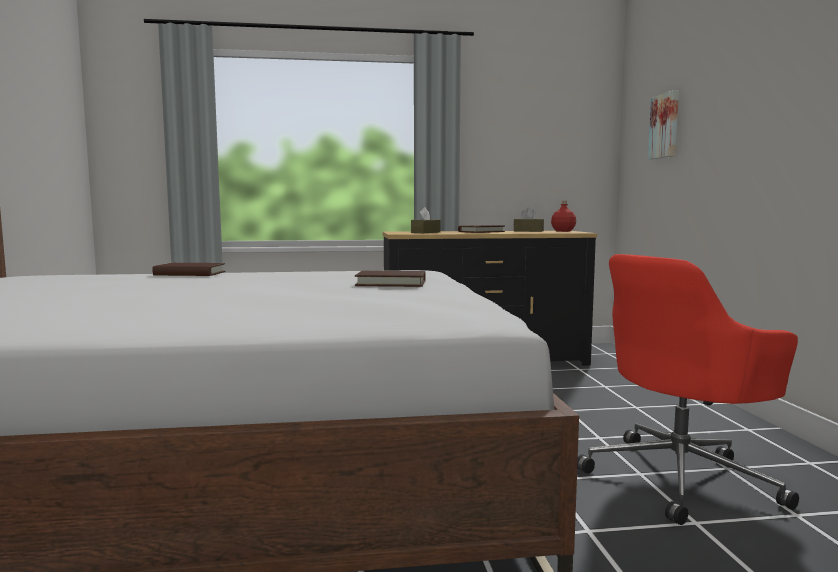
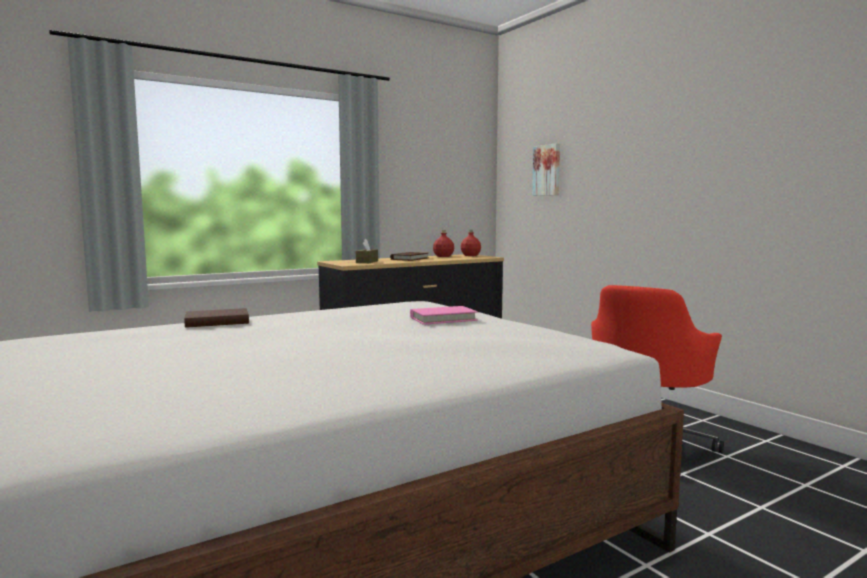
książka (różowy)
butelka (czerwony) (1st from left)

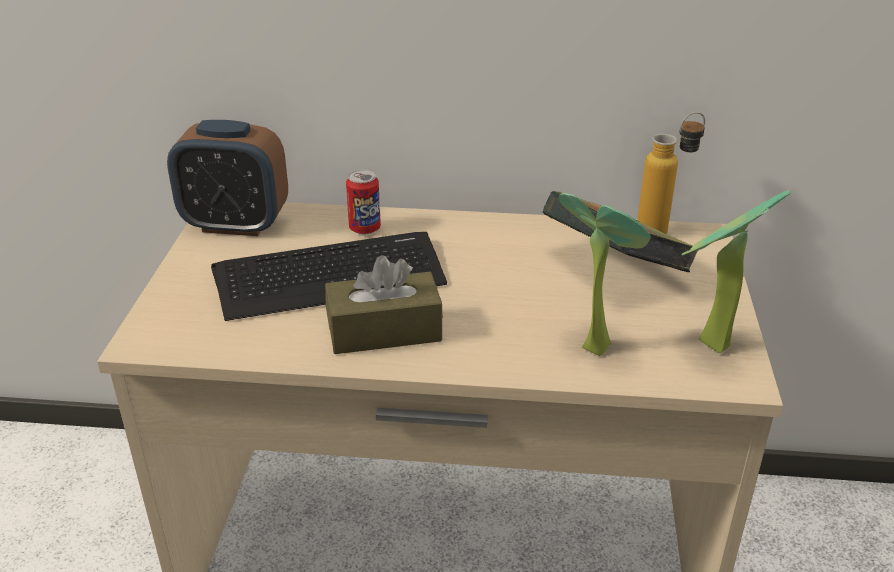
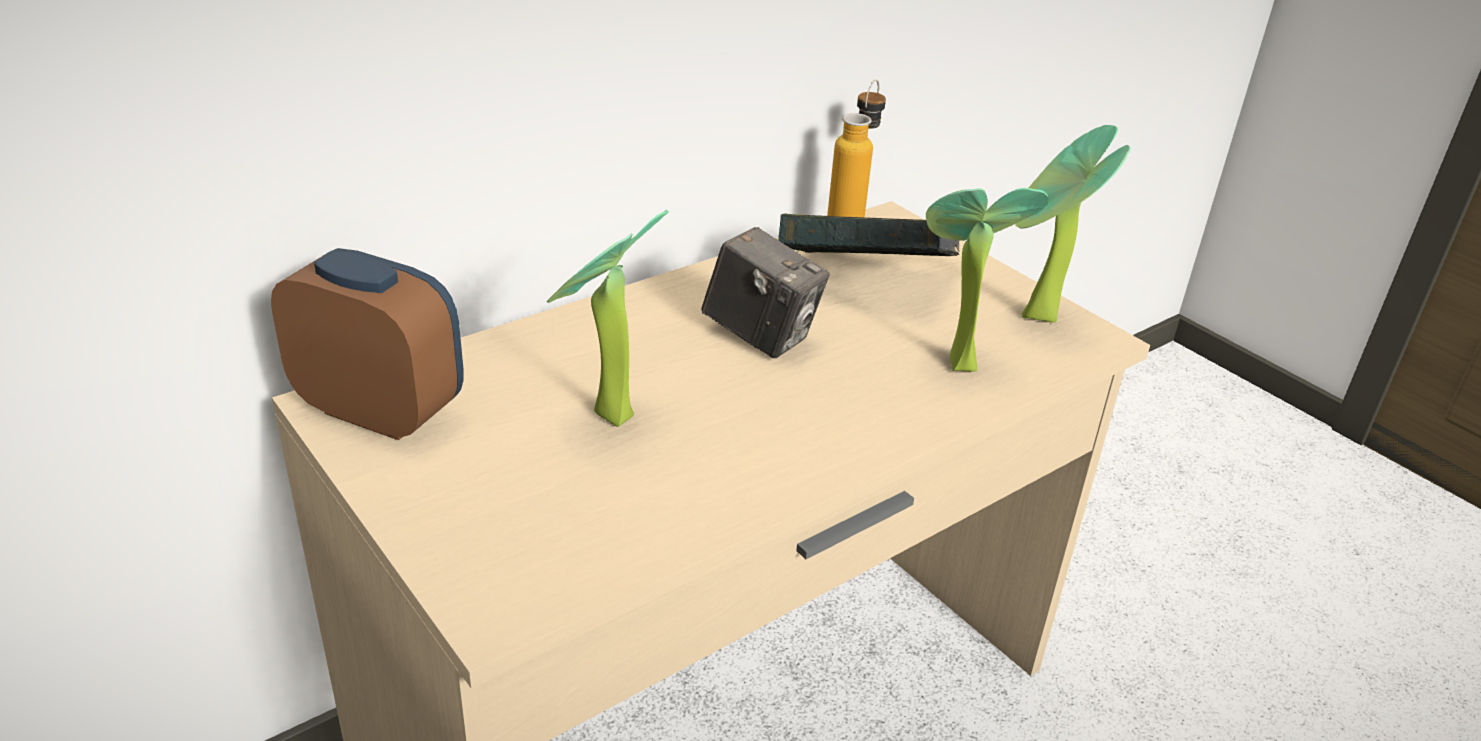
budzik
roślina doniczkowa (1st from left)
aparat fotograficzny
pudełko chusteczek (brązowy)
puszka

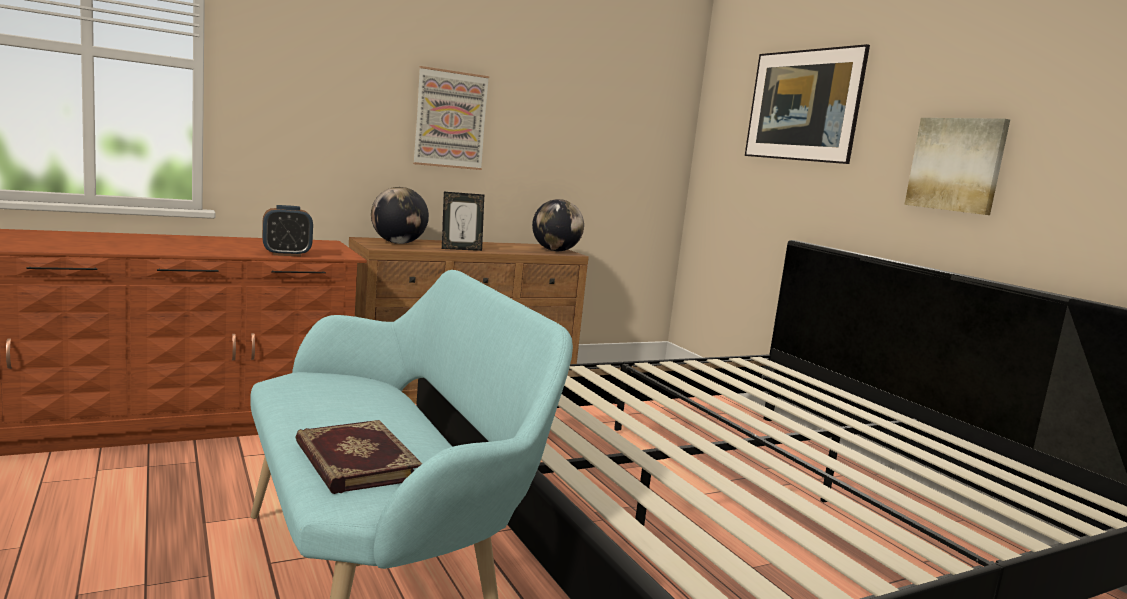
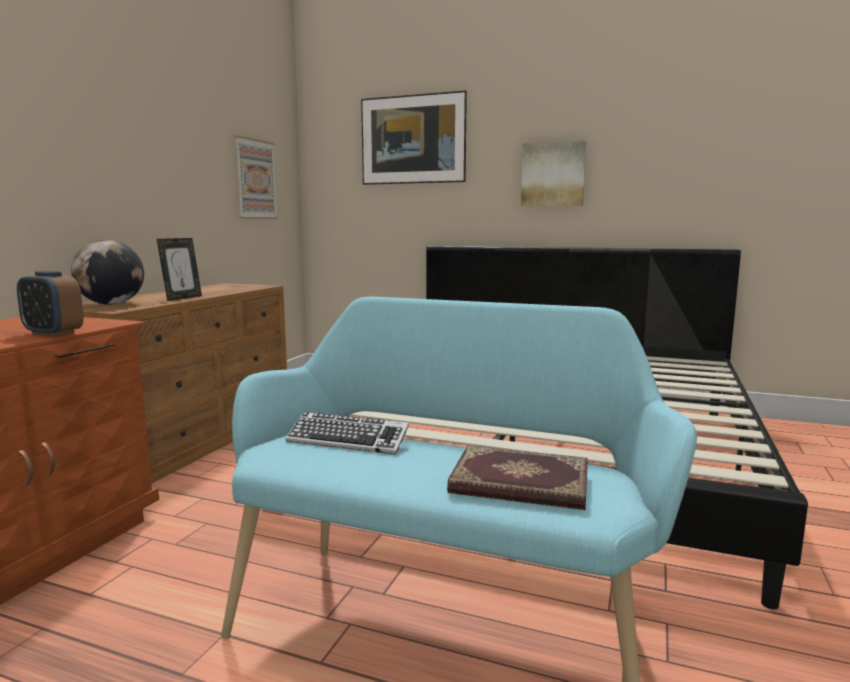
budzik
obraz (1st from left)
klawiatura
globus (2nd from left in the first image)

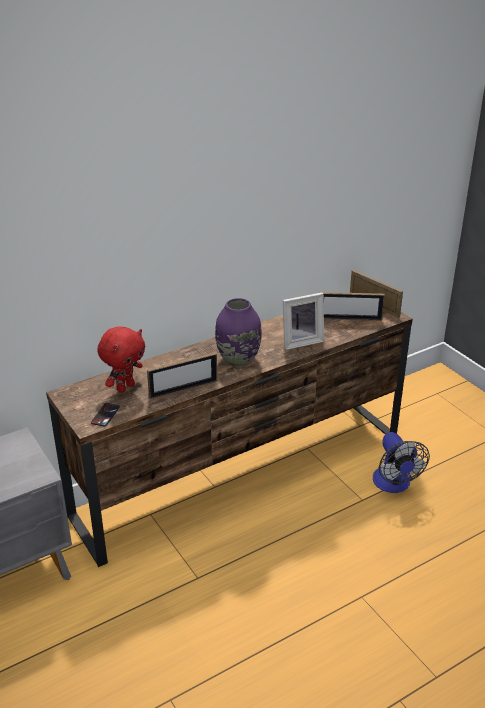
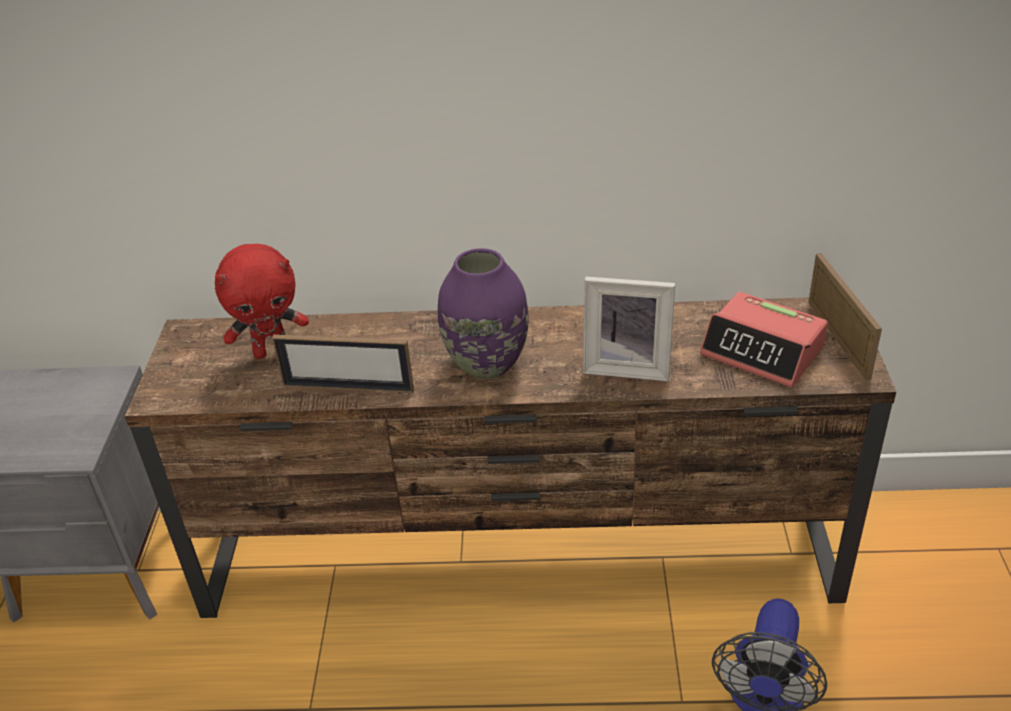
budzik
telefon

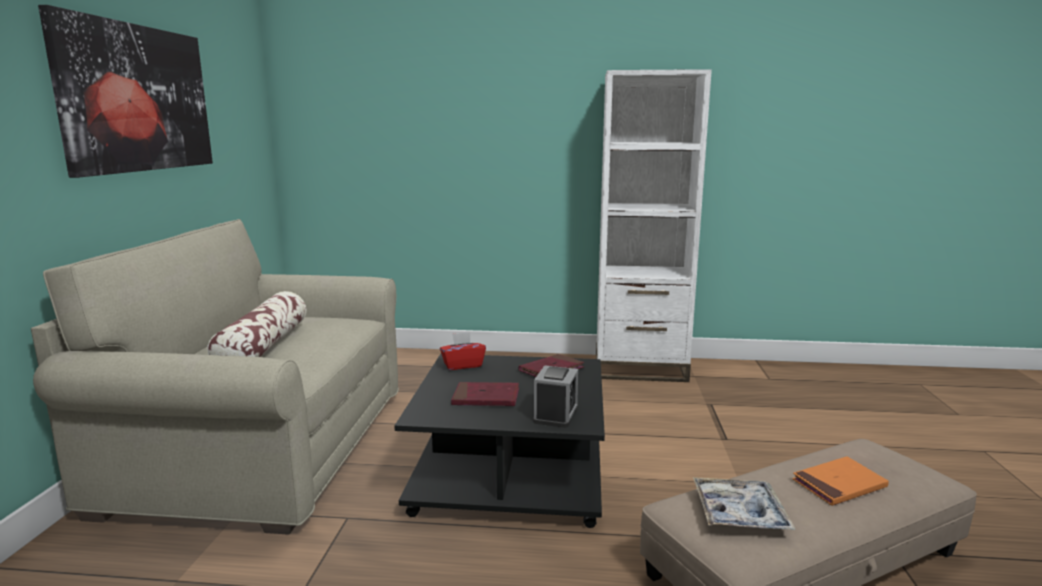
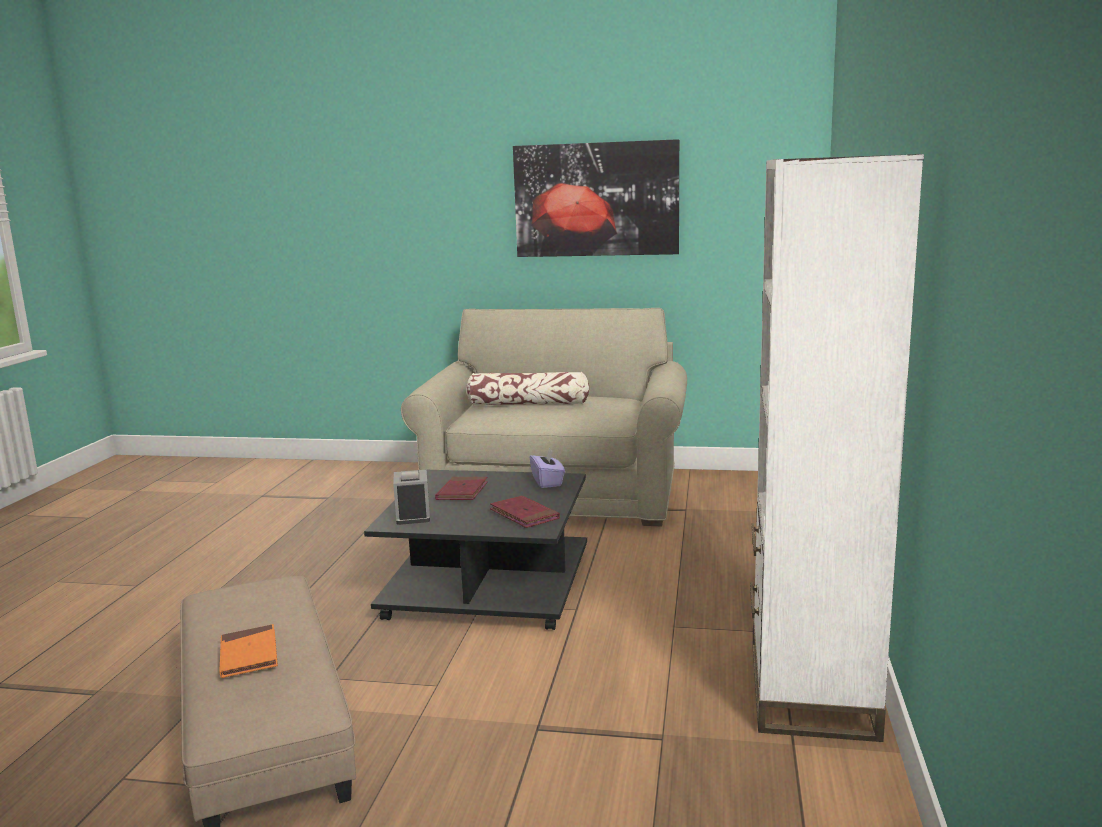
budzik
pudełko chusteczek (fioletowy)
taca

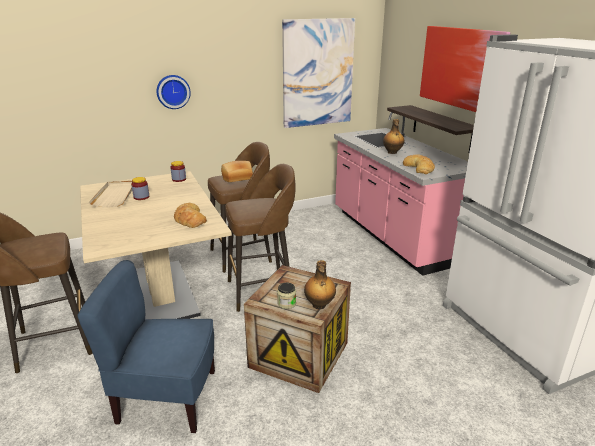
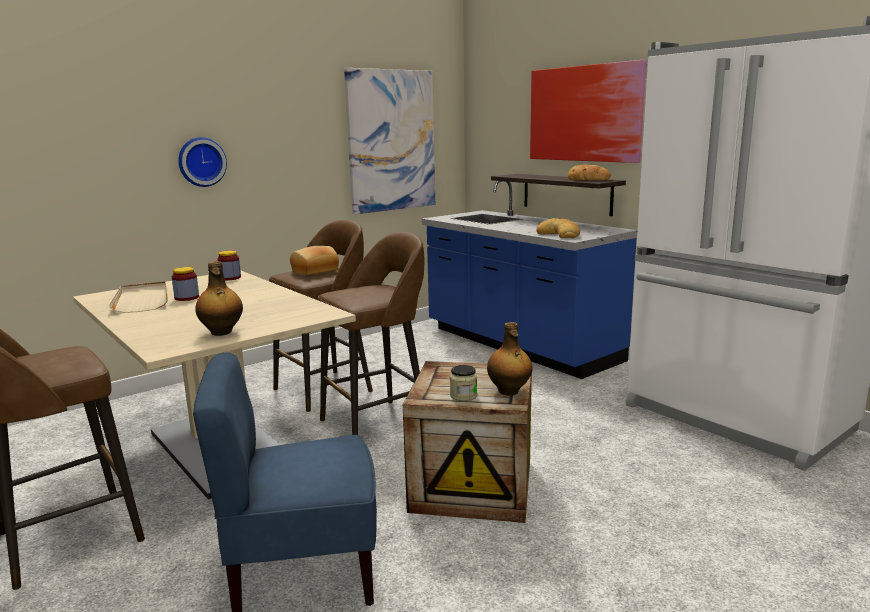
butelka (1st from left)
zabudowa kuchenna (niebieski)
chleb (3rd from left)

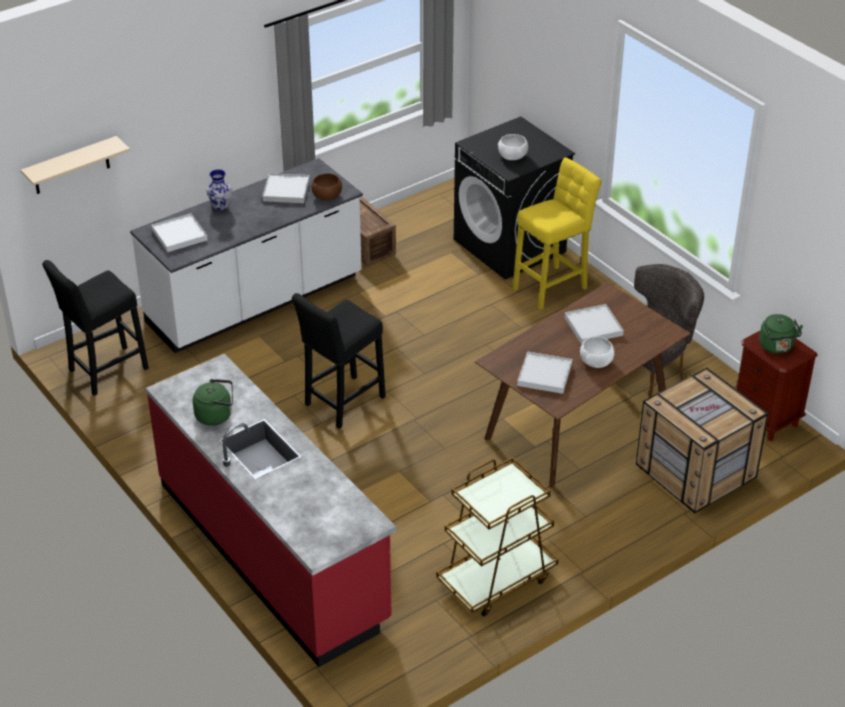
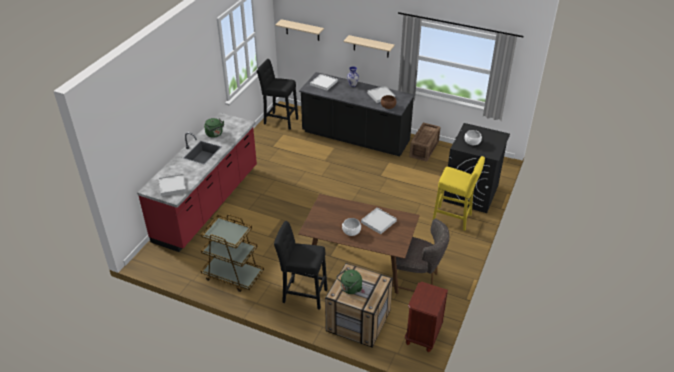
taca (biały) (1st from left)
stołek (czarny) (2nd from left)
zabudowa kuchenna (czarny)
czajnik (zielony) (2nd from left)
półka (beżowy) (2nd from left)

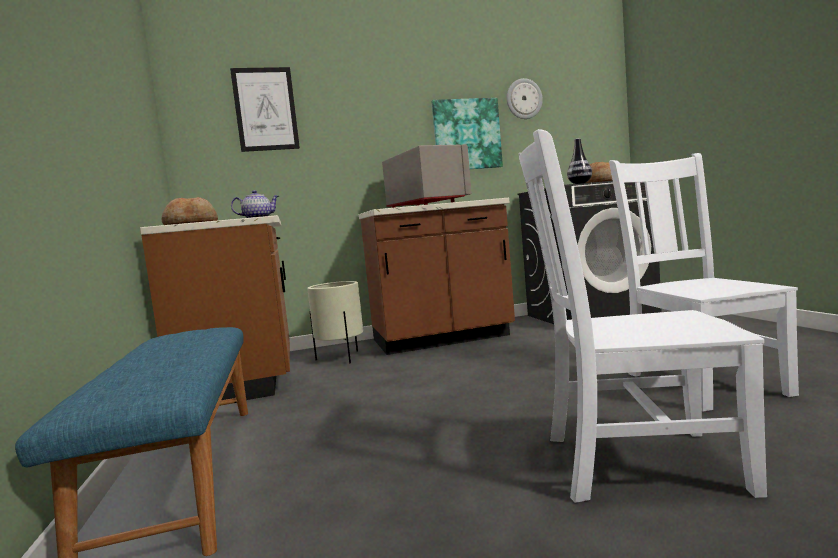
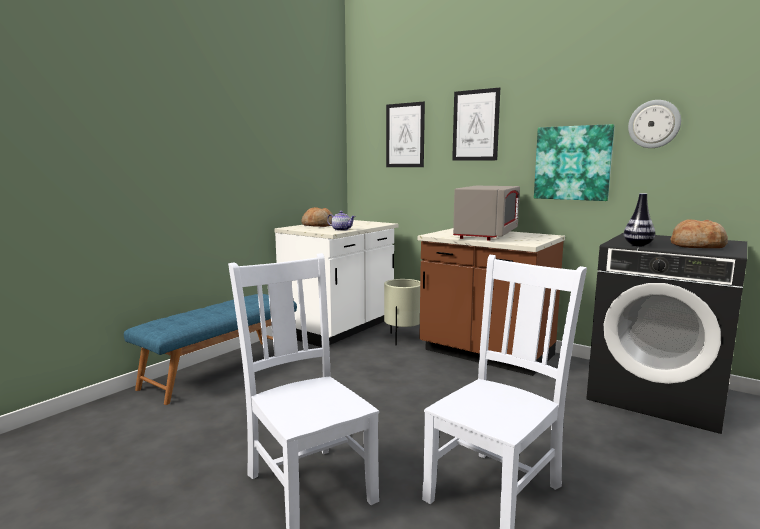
zabudowa kuchenna (biały)
obraz (2nd from left)

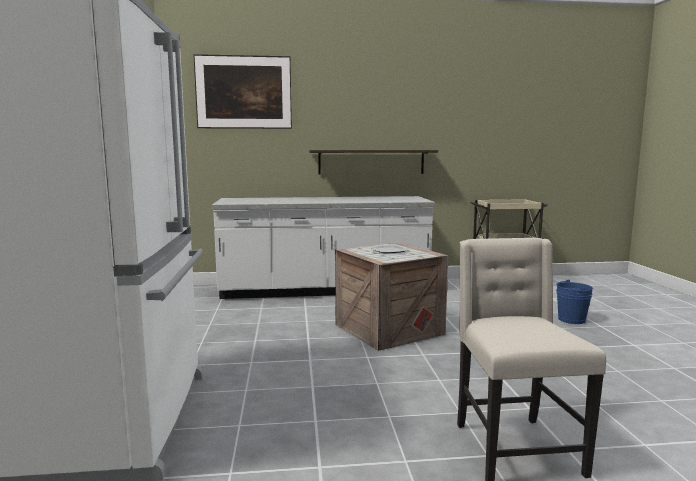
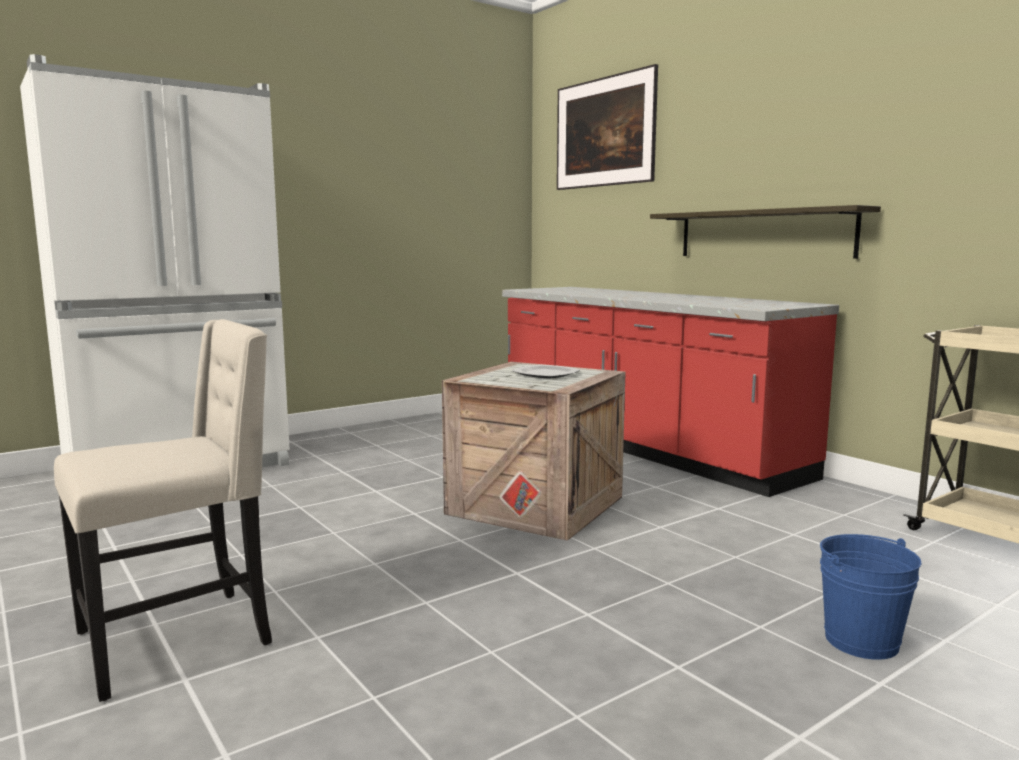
zabudowa kuchenna (czerwony)

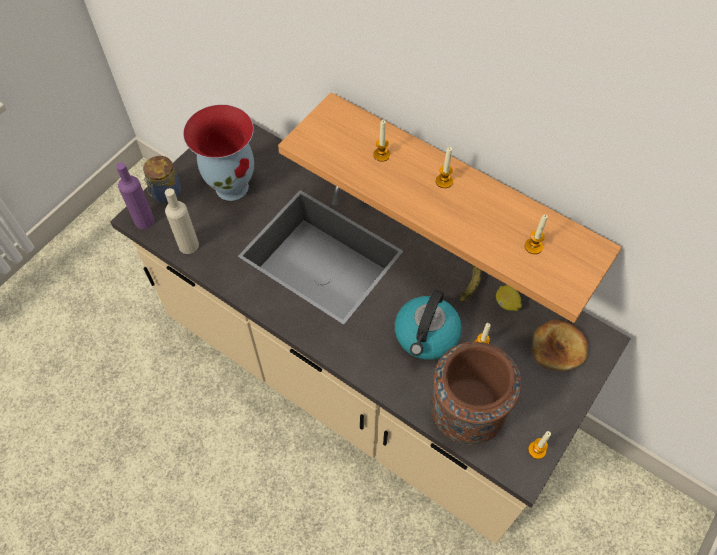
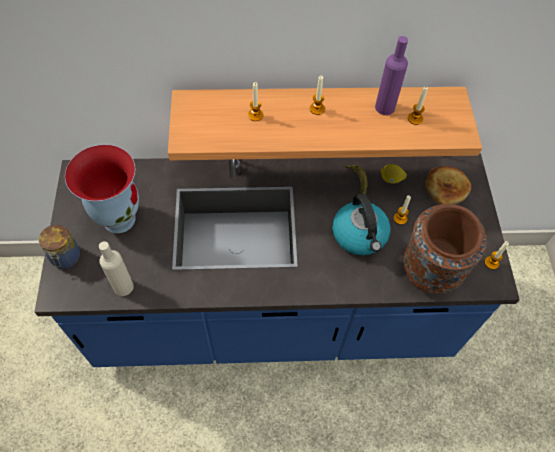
zabudowa kuchenna (niebieski)
butelka (fioletowy)

